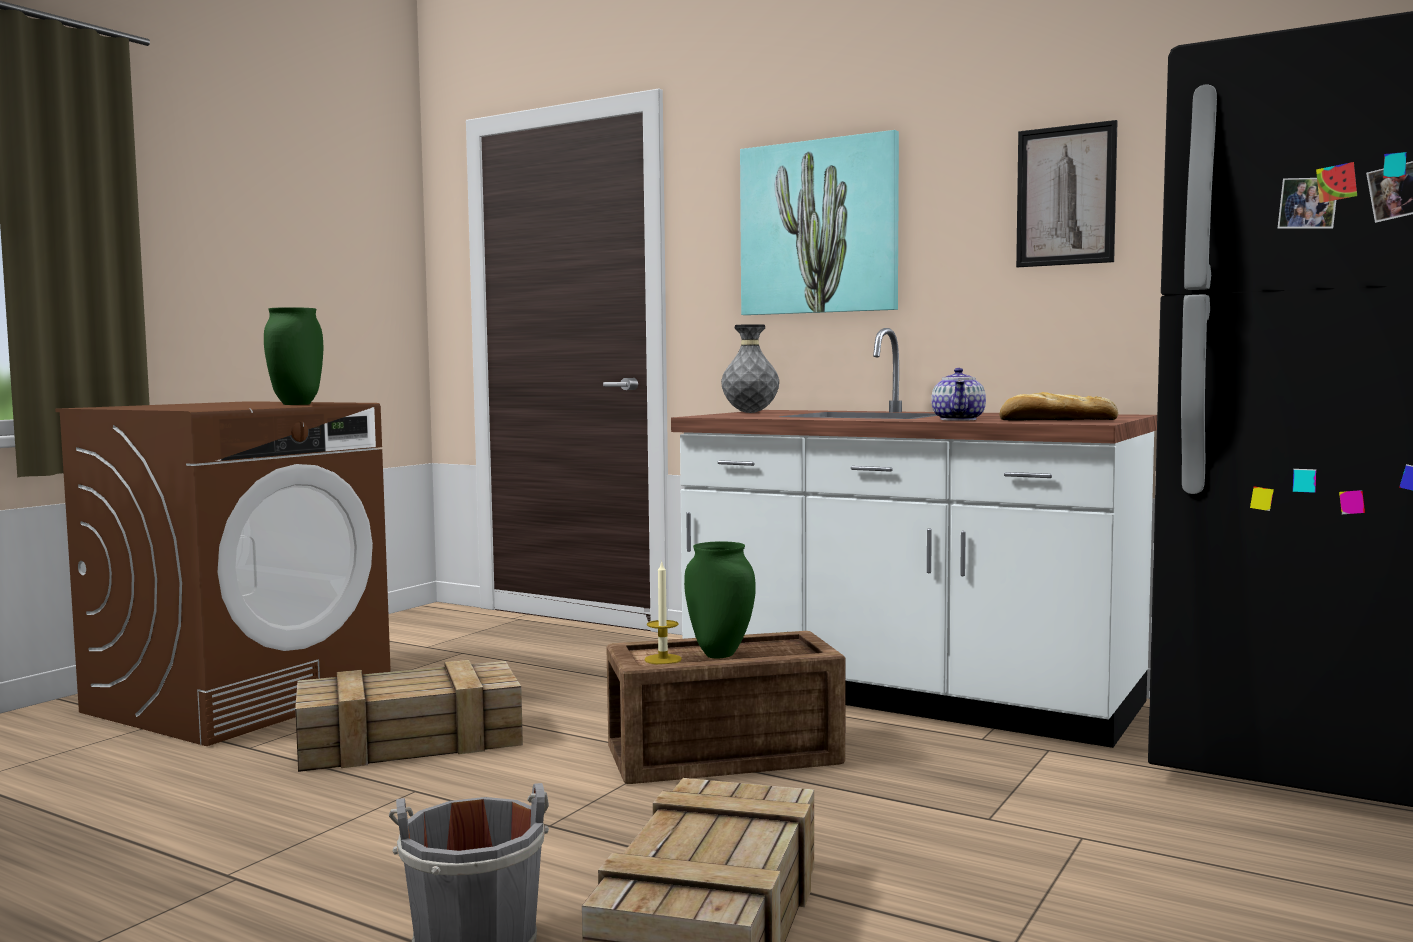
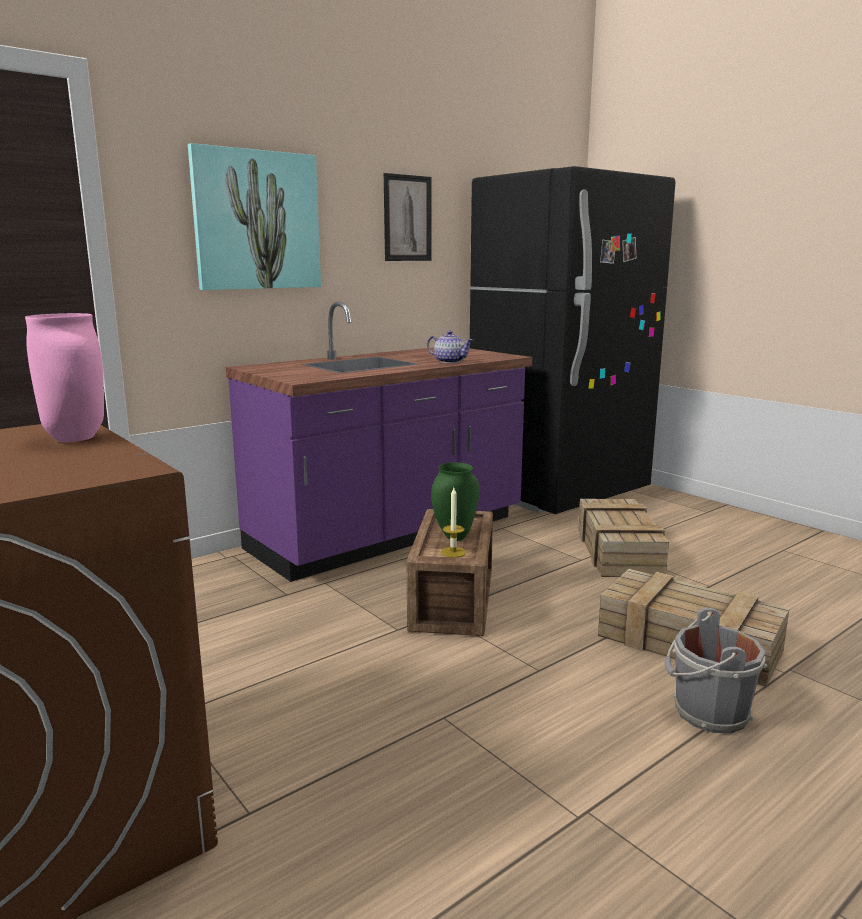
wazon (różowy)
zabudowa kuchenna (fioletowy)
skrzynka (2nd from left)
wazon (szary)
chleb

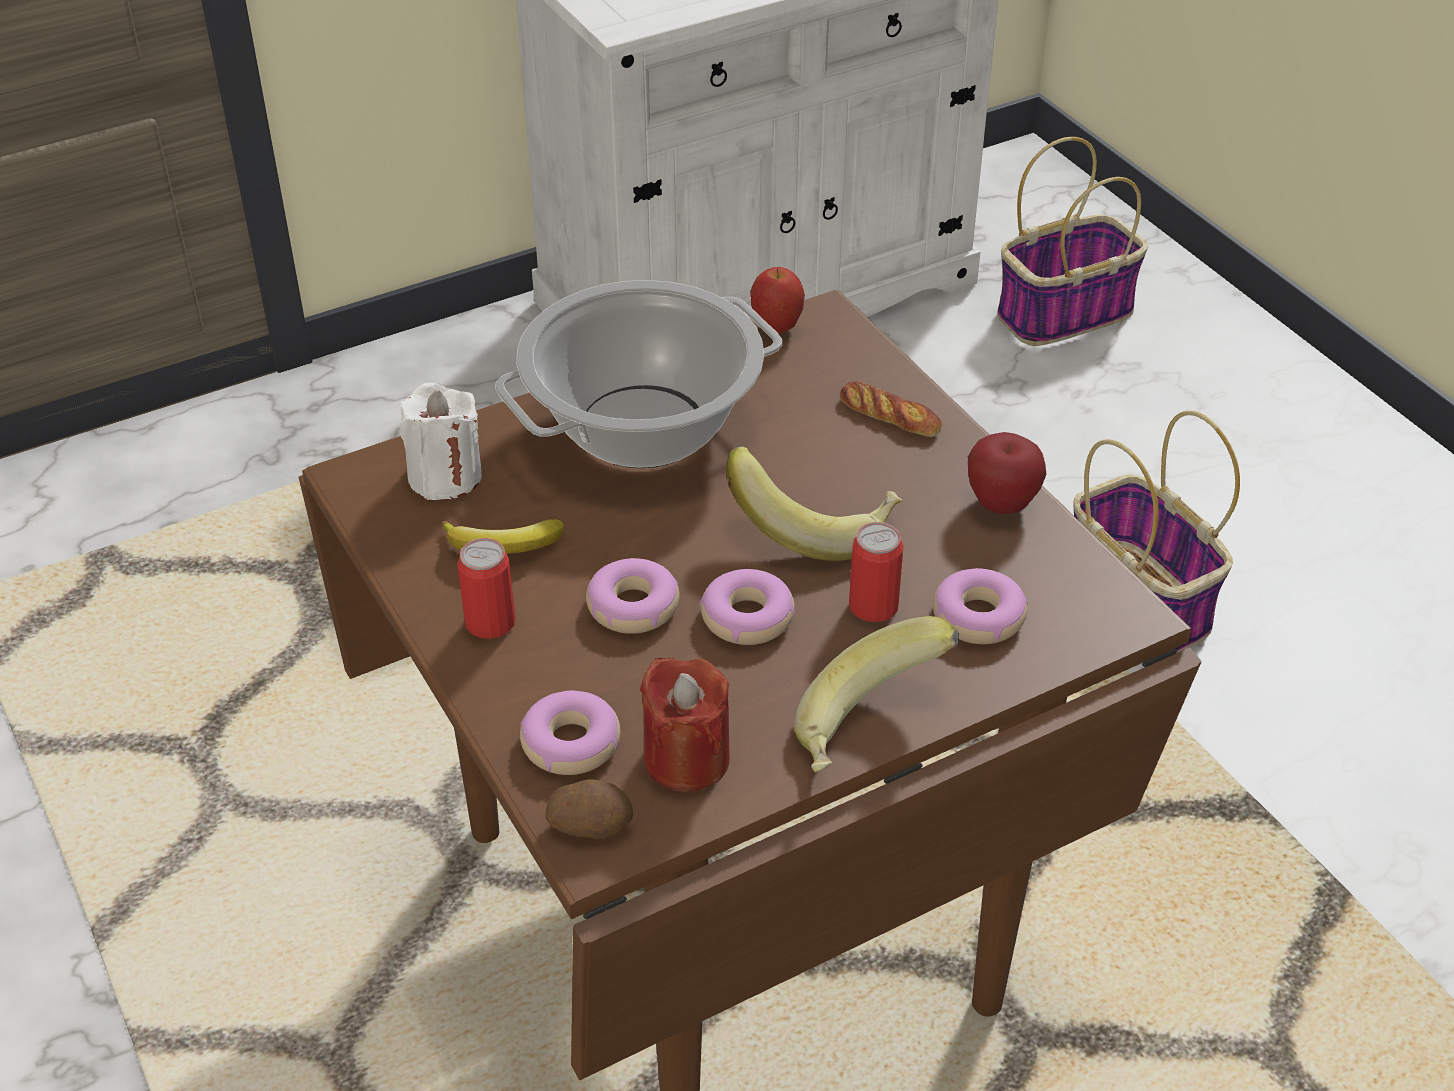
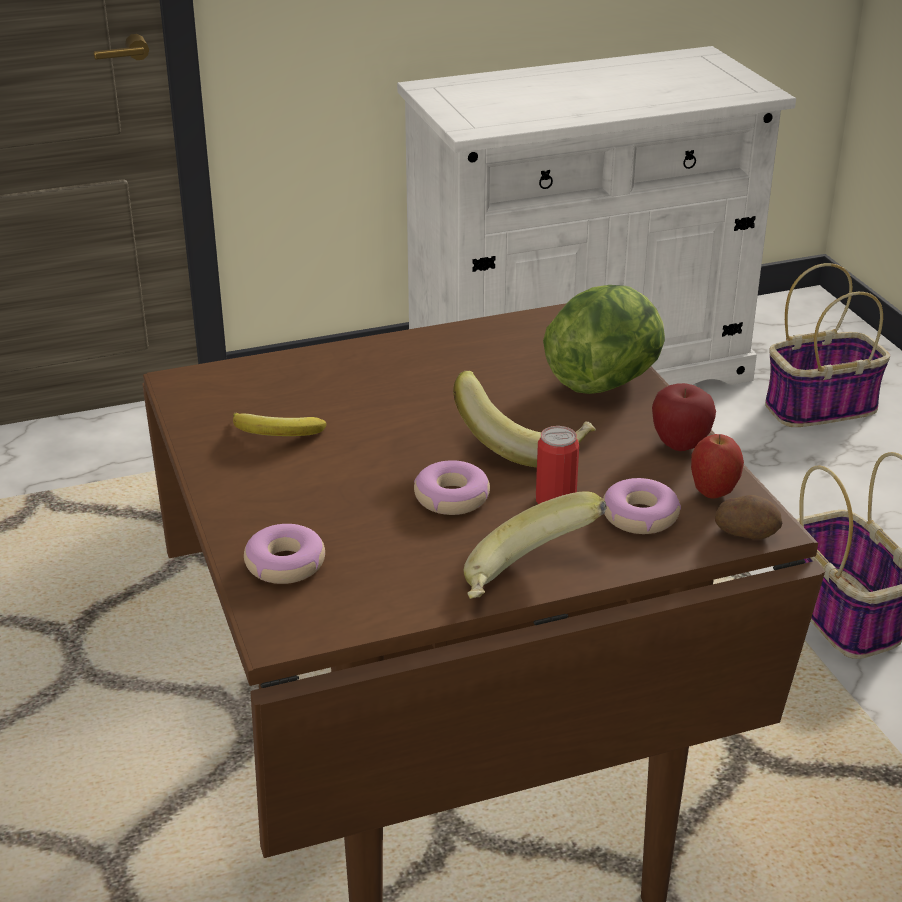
sałata
jabłko (2nd from left)
ziemniak
świeca (biały)
puszka (1st from left in the first image)
garnek
donut (2nd from left in the first image)
świeca (czerwony)

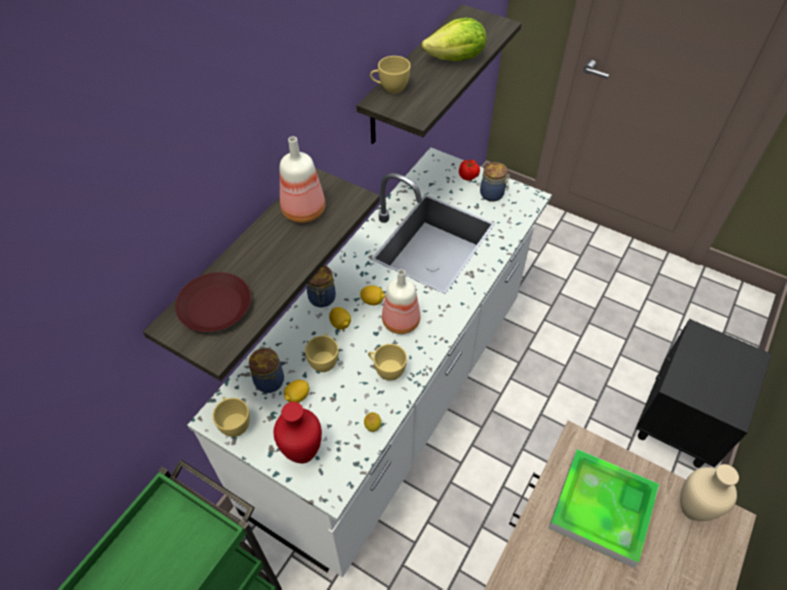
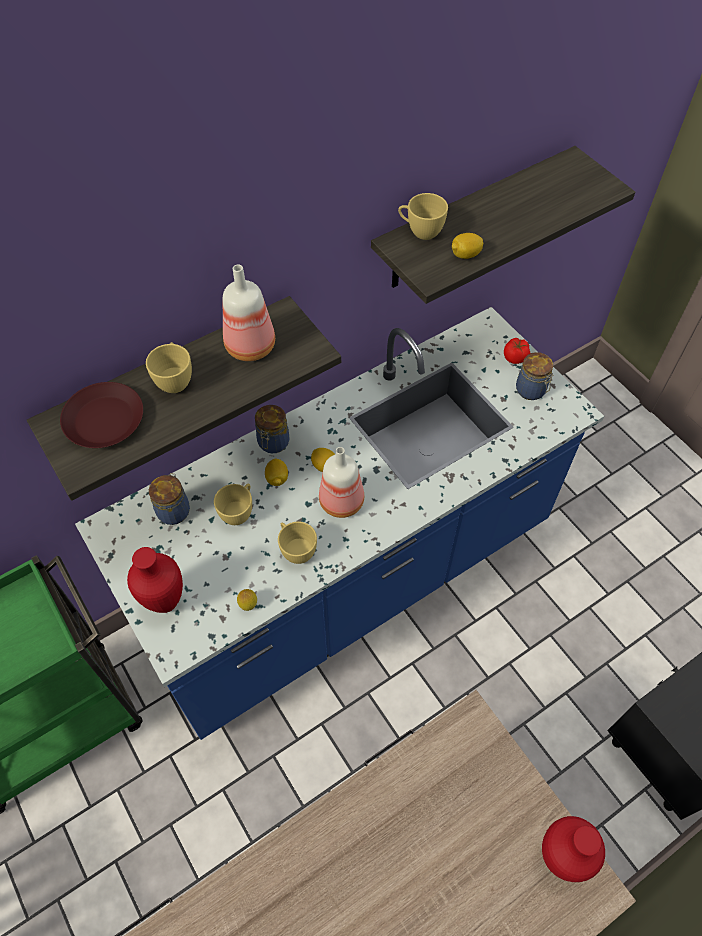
zabudowa kuchenna (niebieski)
filiżanka (żółty) (1st from left)
cytryna (4th from left)
wazon (czerwony) (2nd from left)
sałata
taca

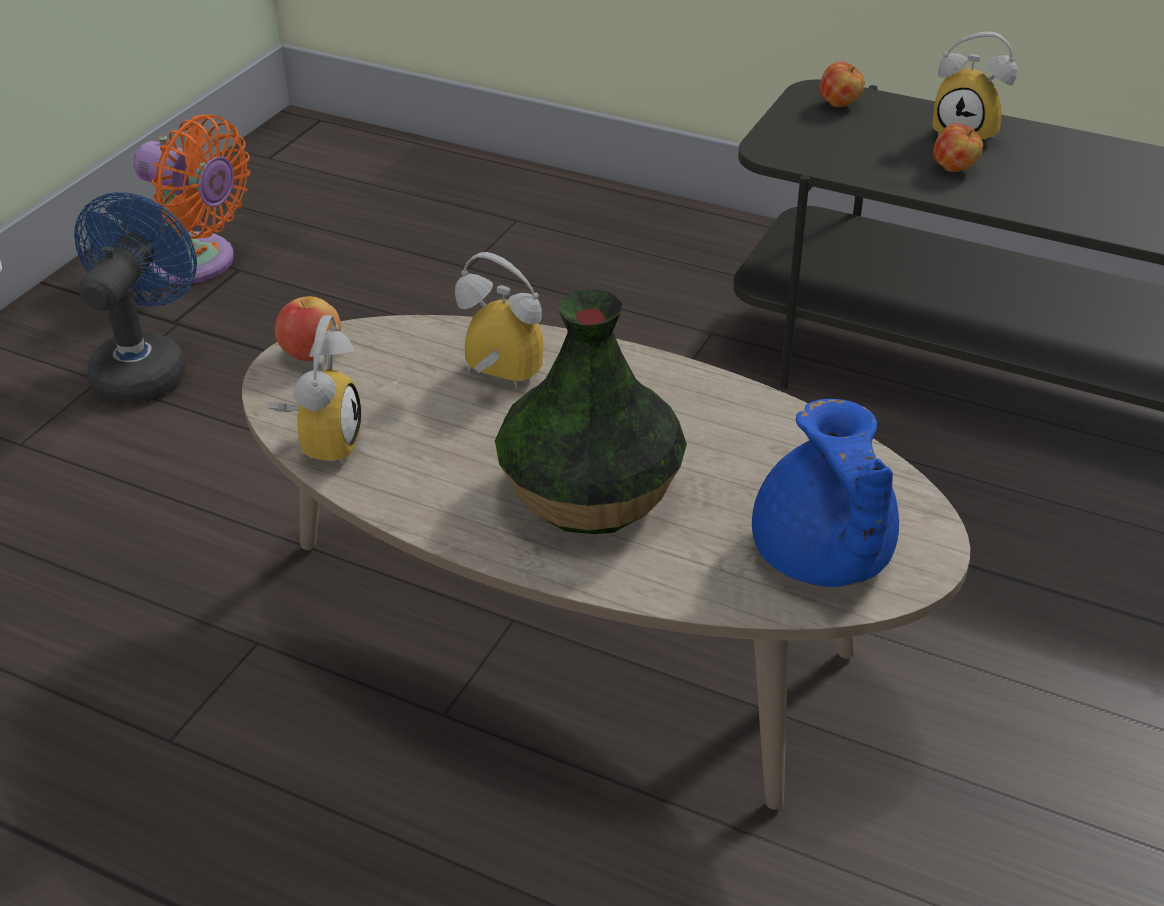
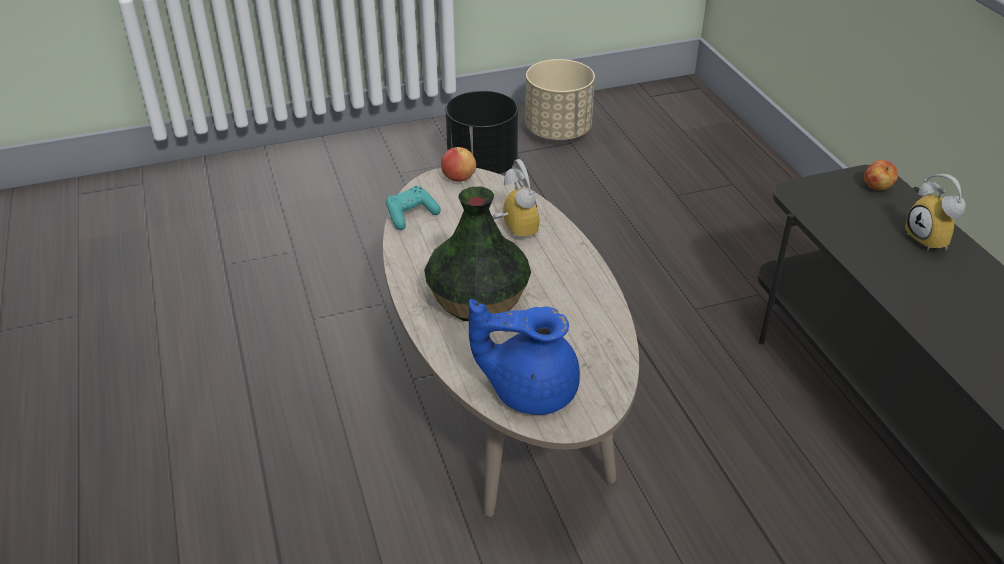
pad do gier (turkusowy)
donica (czarny)
imbryk (niebieski)
donica (beżowy)
jabłko (3rd from left in the first image)

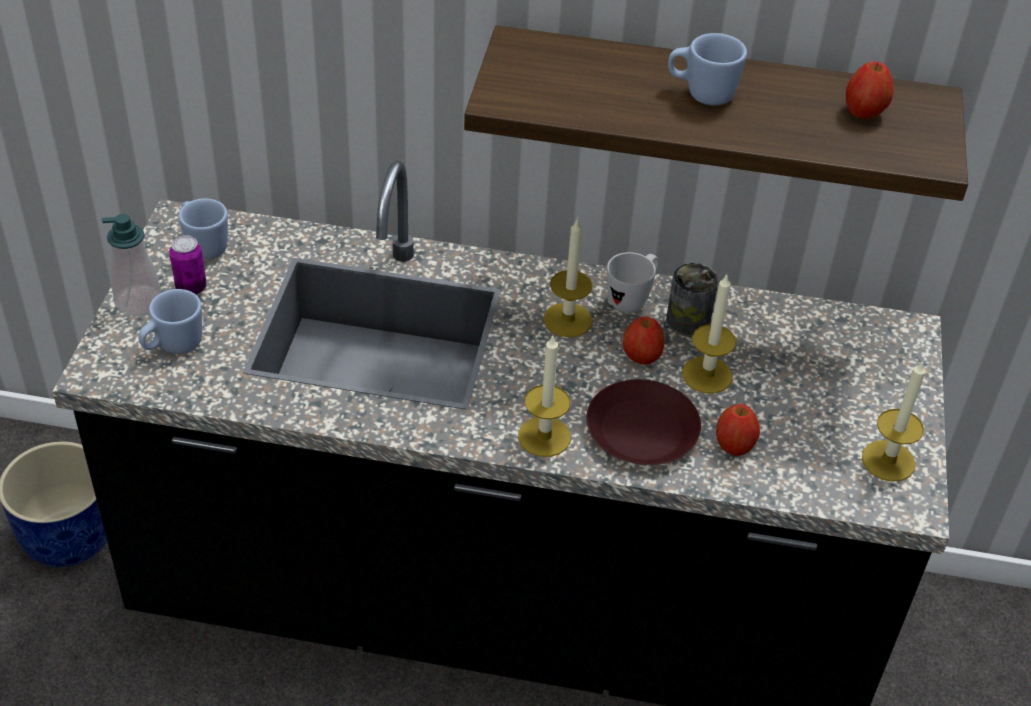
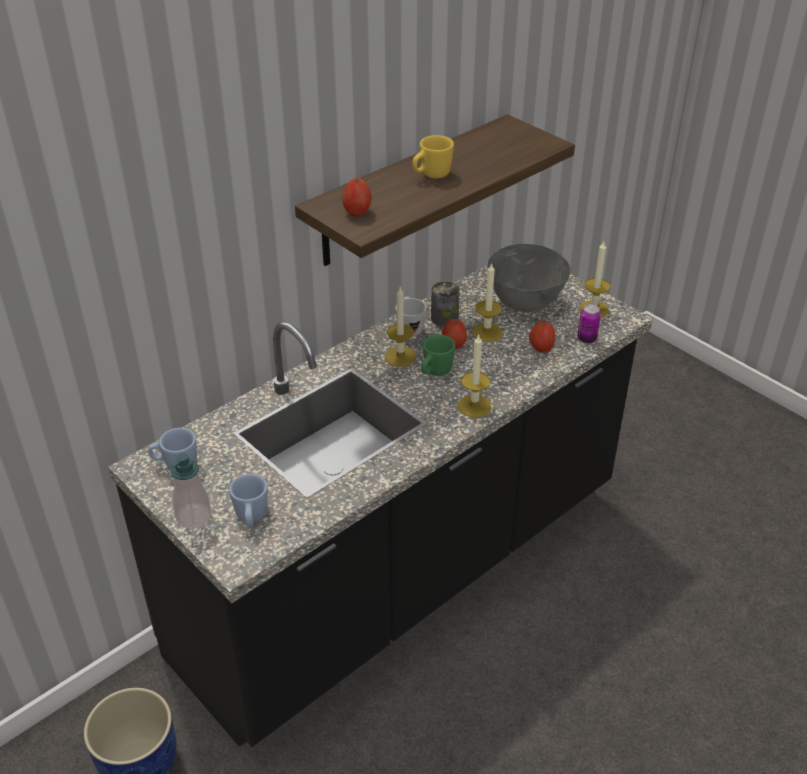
jabłko (1st from left)
kubek (żółty)
kubek (zielony)
miska (szary)
puszka (2nd from left)
talerz (brązowy)

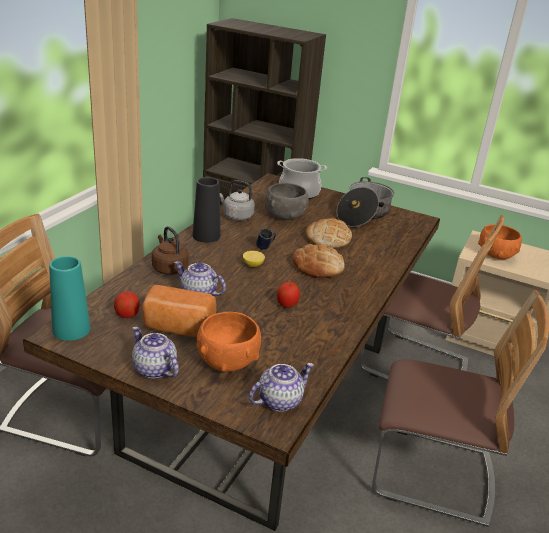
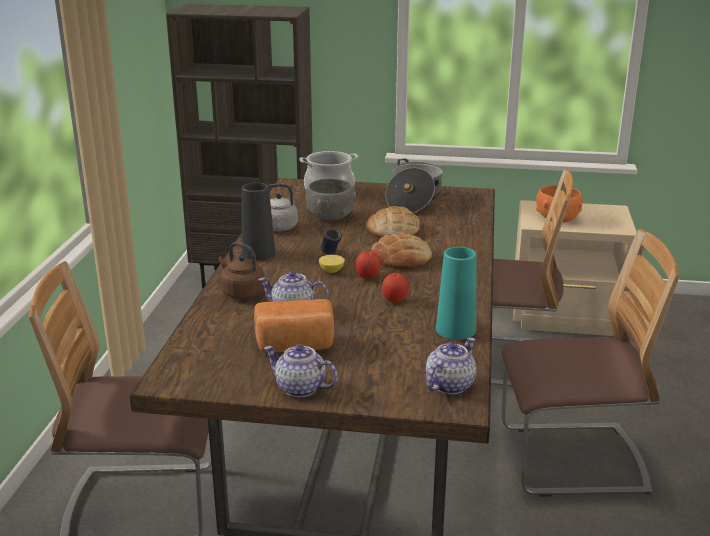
jabłko (1st from left)
wazon (turkusowy)
miska (pomarańczowy) (1st from left in the first image)

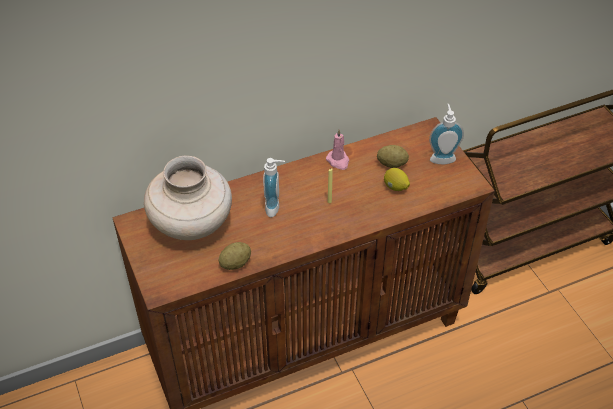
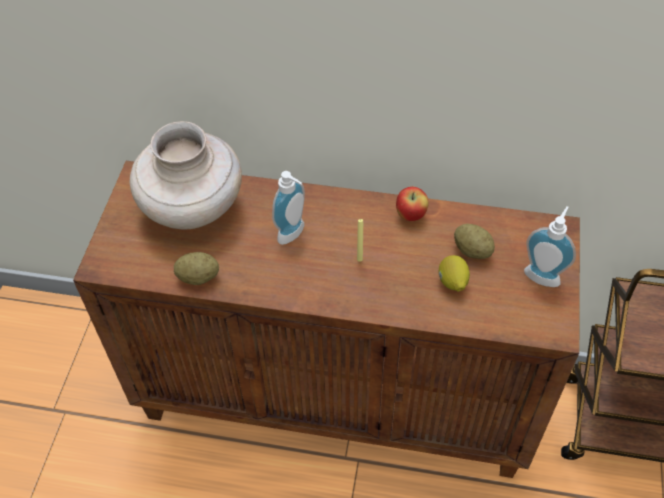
jabłko

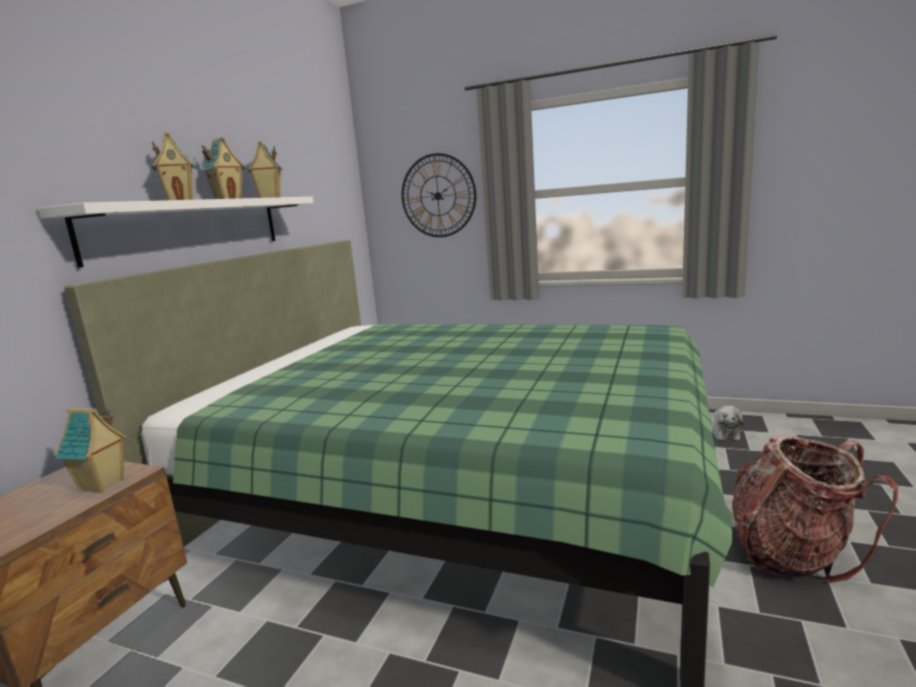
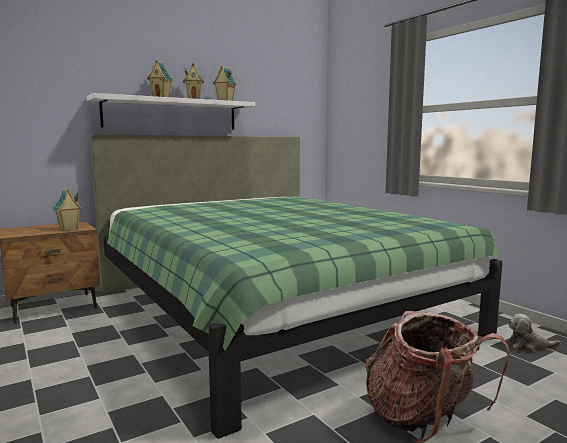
pluszak
zegar ścienny

